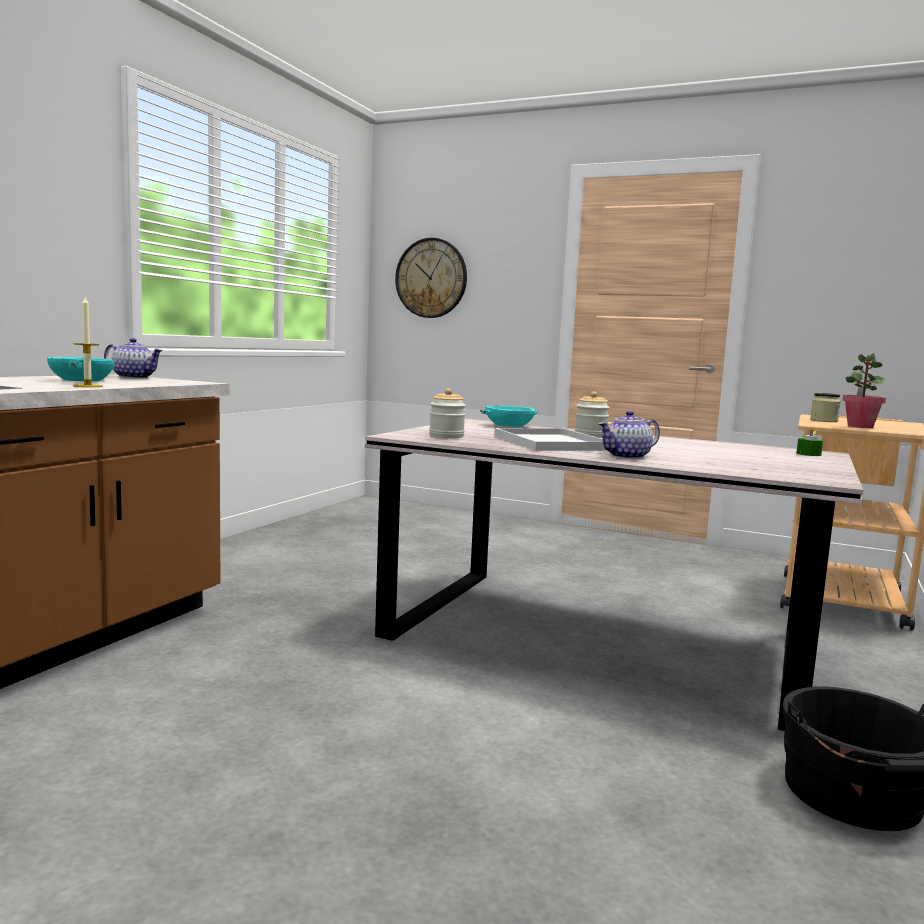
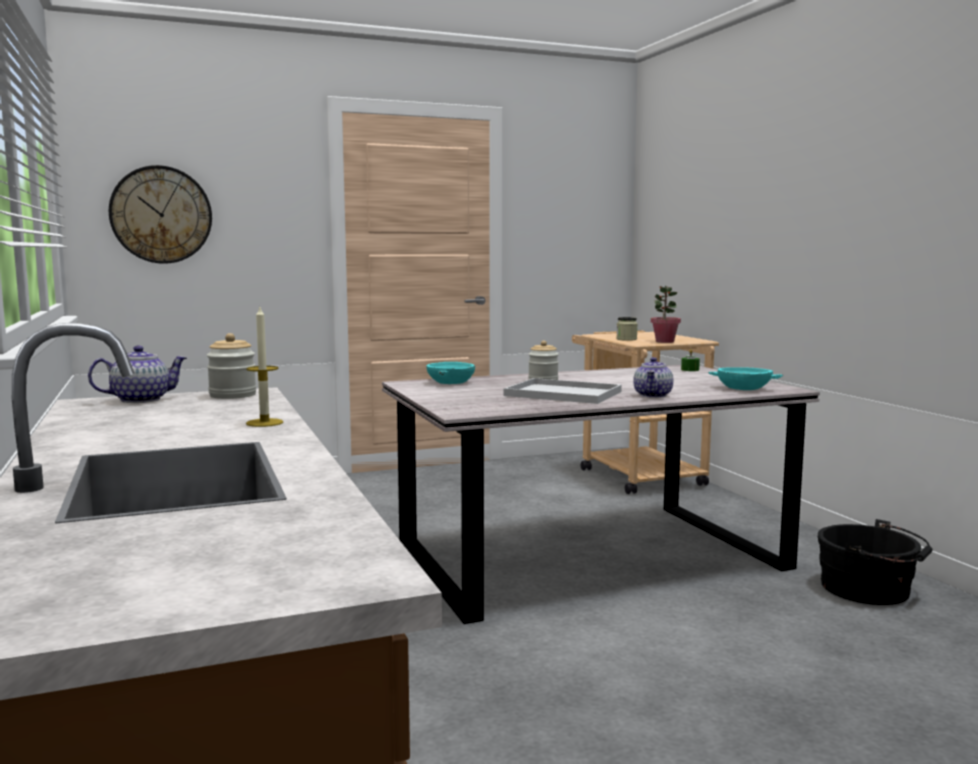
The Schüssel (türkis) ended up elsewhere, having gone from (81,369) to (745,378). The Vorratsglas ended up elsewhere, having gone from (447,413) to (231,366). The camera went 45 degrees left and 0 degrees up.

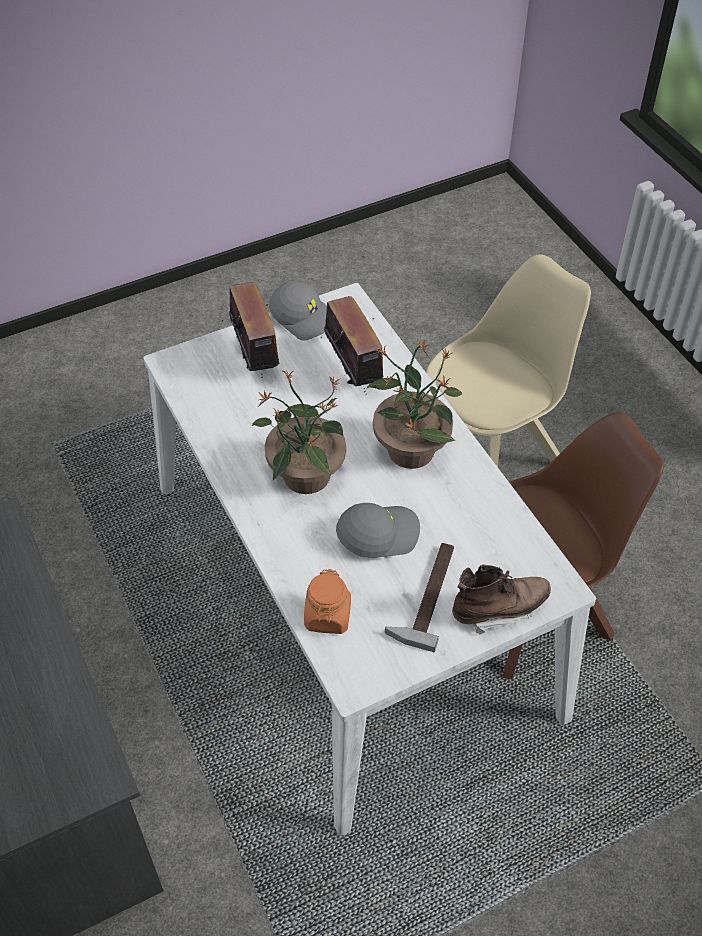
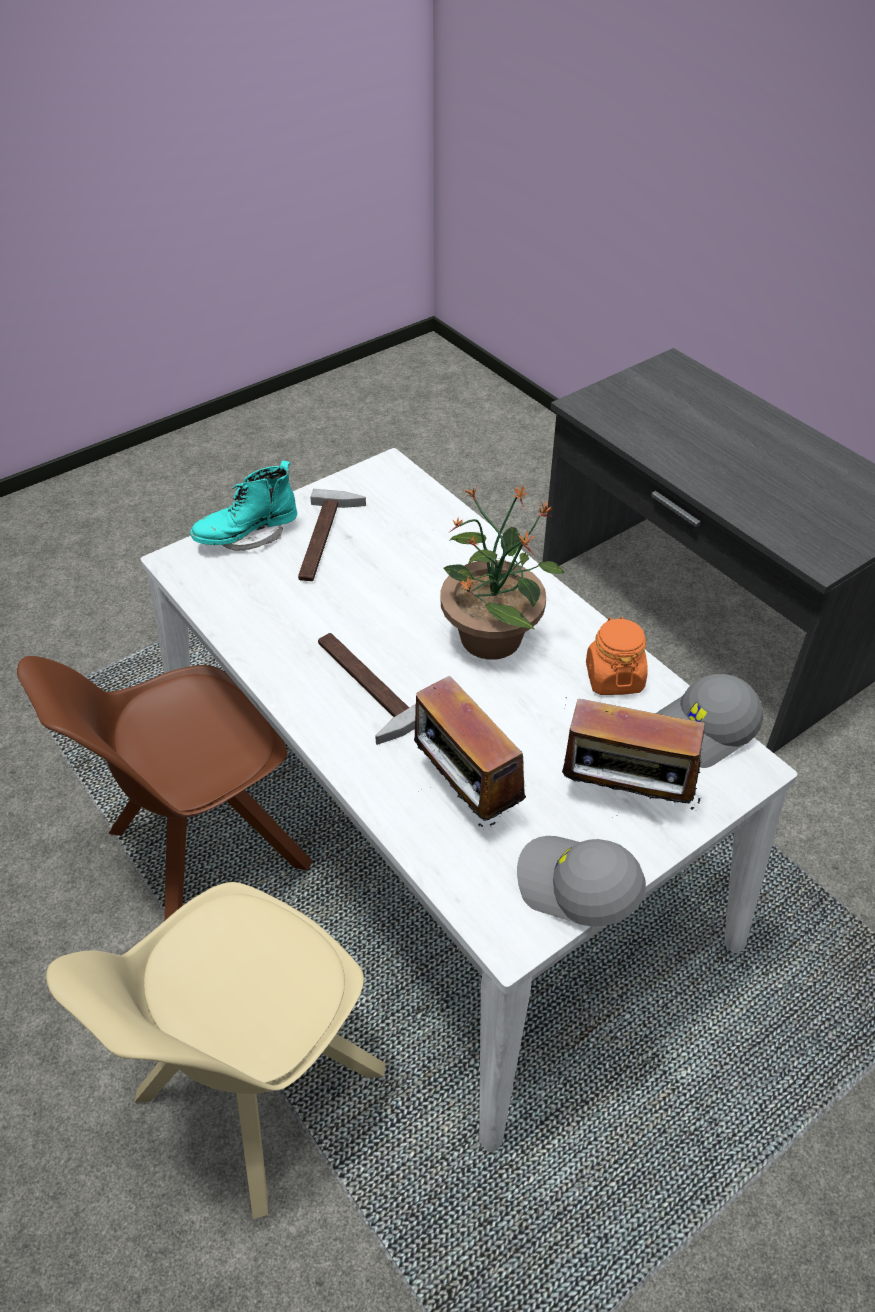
The Radio at (255,331) ended up facing another way, 45 degrees counterclockwise from before. Where the Topfpflanze stood at (414,404), the Hammer came to stand at (367,689). The Kappe (grau) ended up elsewhere, having gone from (378,530) to (709,721). What was the Stiefel (braun) at (501,599) turned into the Stiefel (türkis) at (243,506). The Vorratsglas (orange) ended up elsewhere, having gone from (327,601) to (617,656). The camera went 170 degrees right and 5 degrees down.

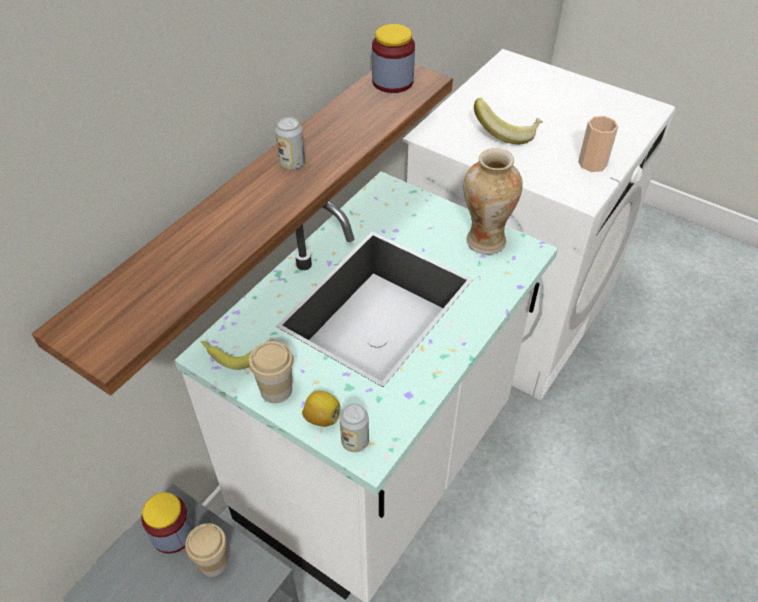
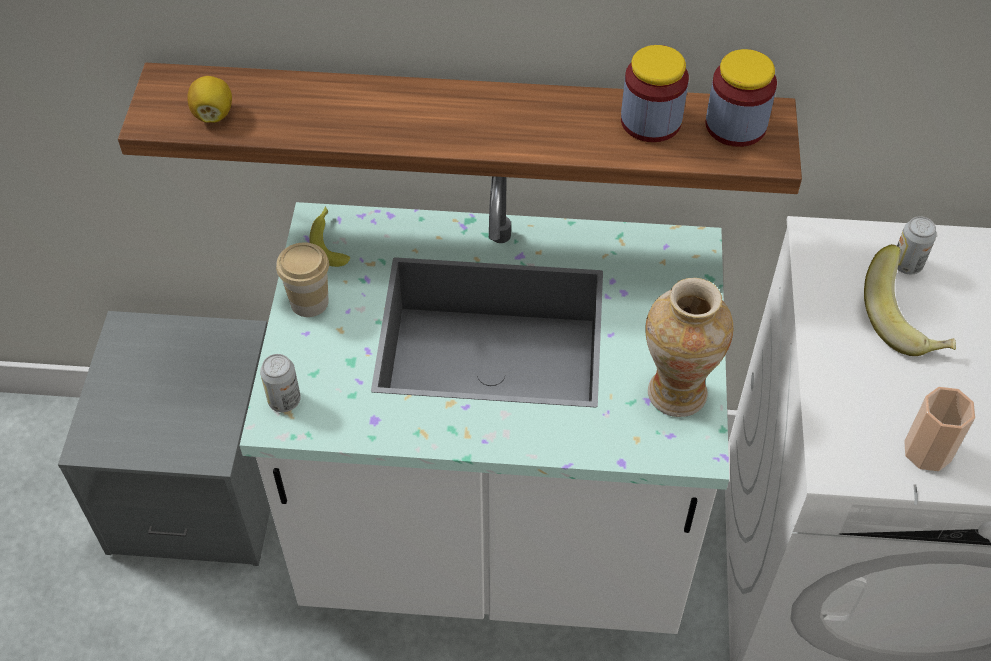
The Dose ended up elsewhere, having gone from (290,143) to (917,245). The Zitrone ended up elsewhere, having gone from (321,408) to (209,99). The Vorratsglas ended up elsewhere, having gone from (168,523) to (655,93). The second view lost the Tasse at (206,550). The camera went 60 degrees right and 5 degrees up.

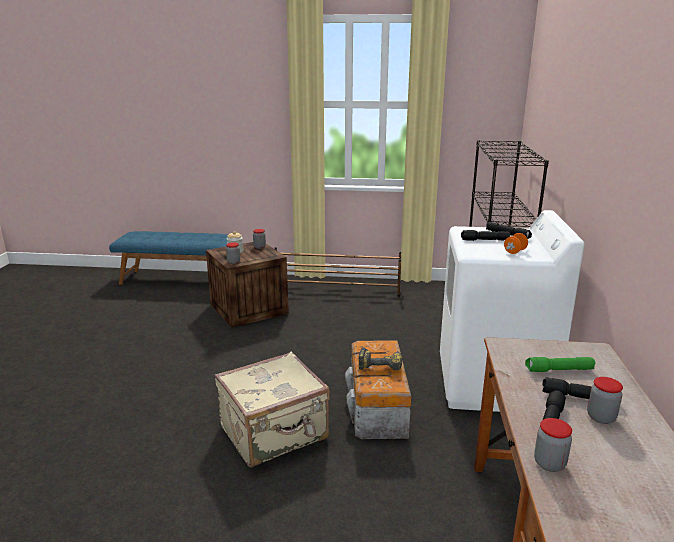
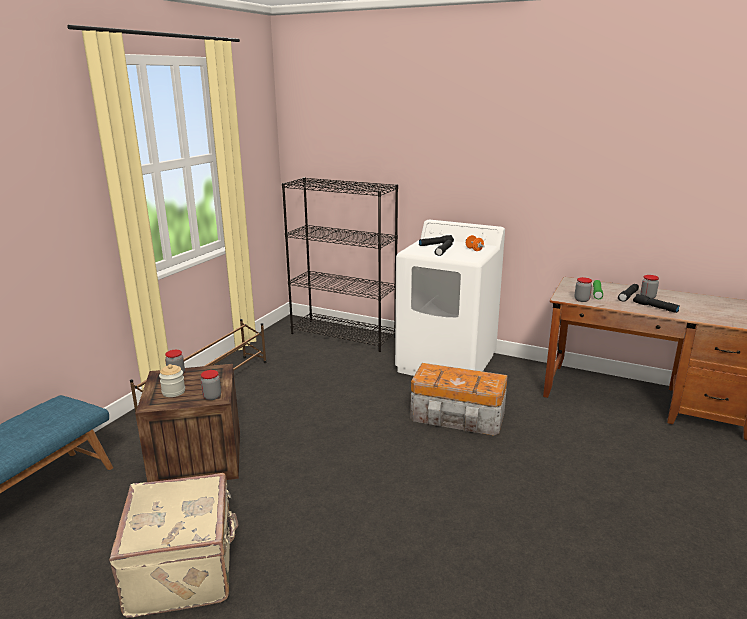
The second view lost the Bohrmaschine at (380,358). The Koffer (beige) ended up elsewhere, having gone from (272,409) to (173,545). The Vorratsglas ended up elsewhere, having gone from (553,445) to (583,289). The camera went 70 degrees left and 0 degrees up.

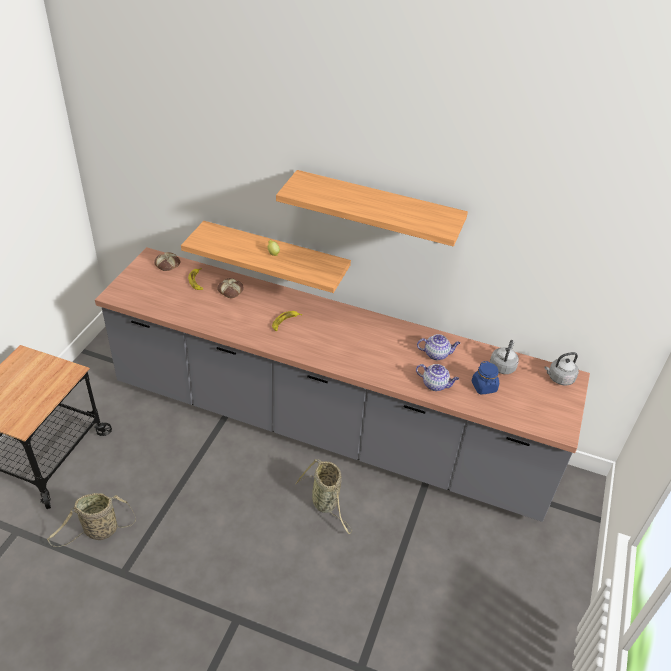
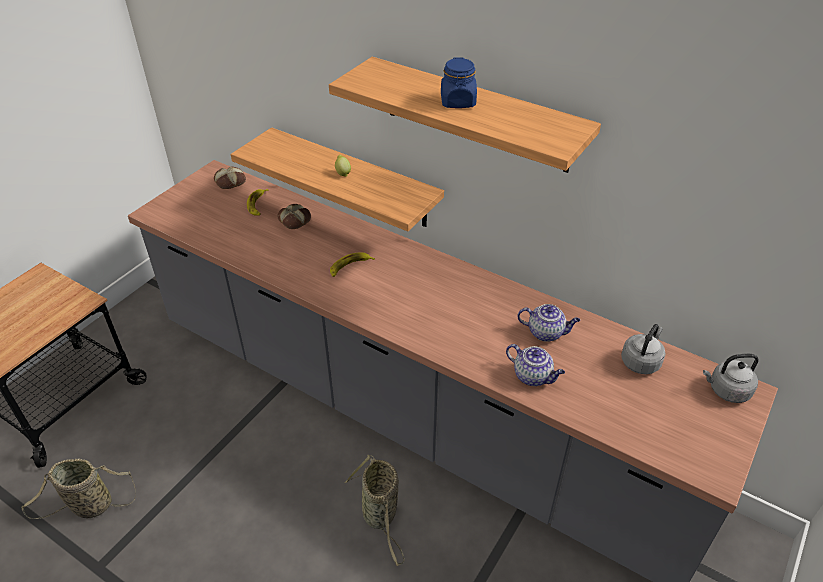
The Vorratsglas (blau) ended up elsewhere, having gone from (485,377) to (459,82). The camera went 15 degrees right and 0 degrees up.

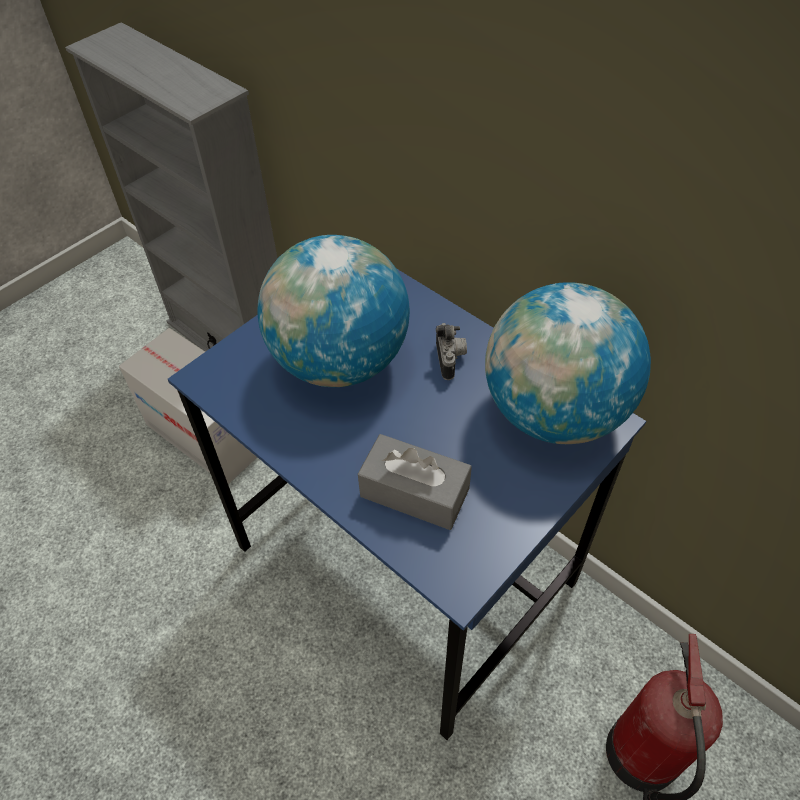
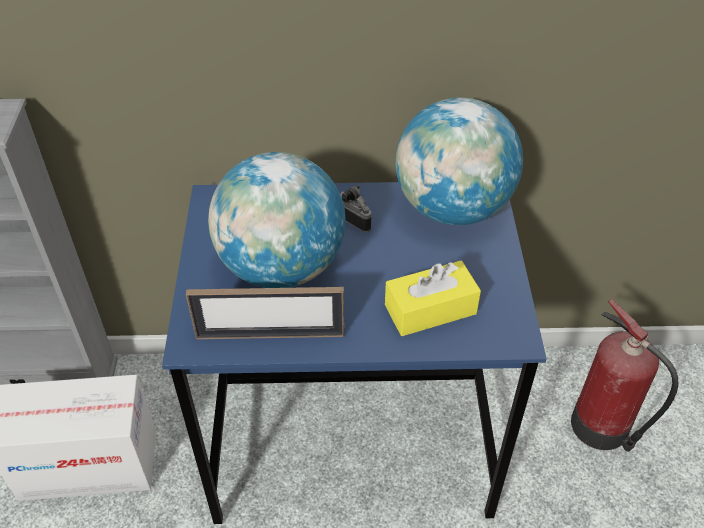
What was the Taschentuchbox (grau) at (415,482) turned into the Taschentuchbox (gelb) at (433,298). The second view gained the Bilderrahmen at (265,313). The camera went 45 degrees left and 5 degrees down.

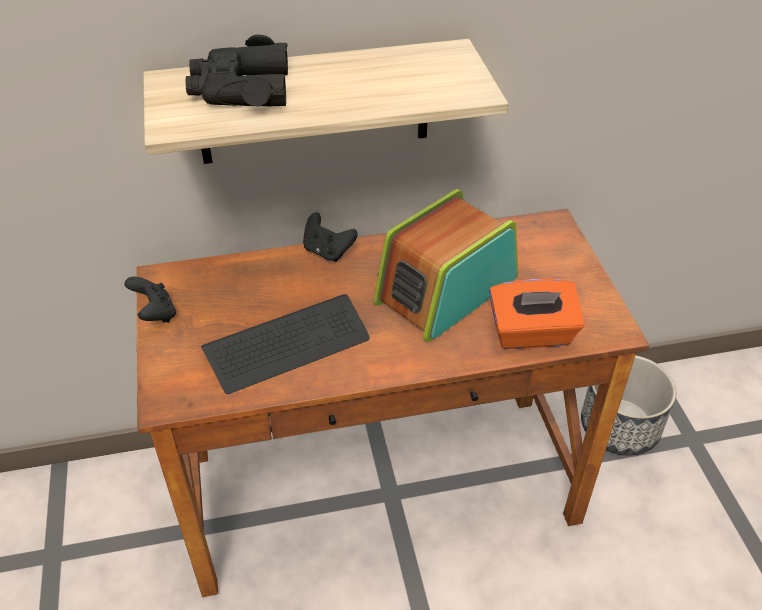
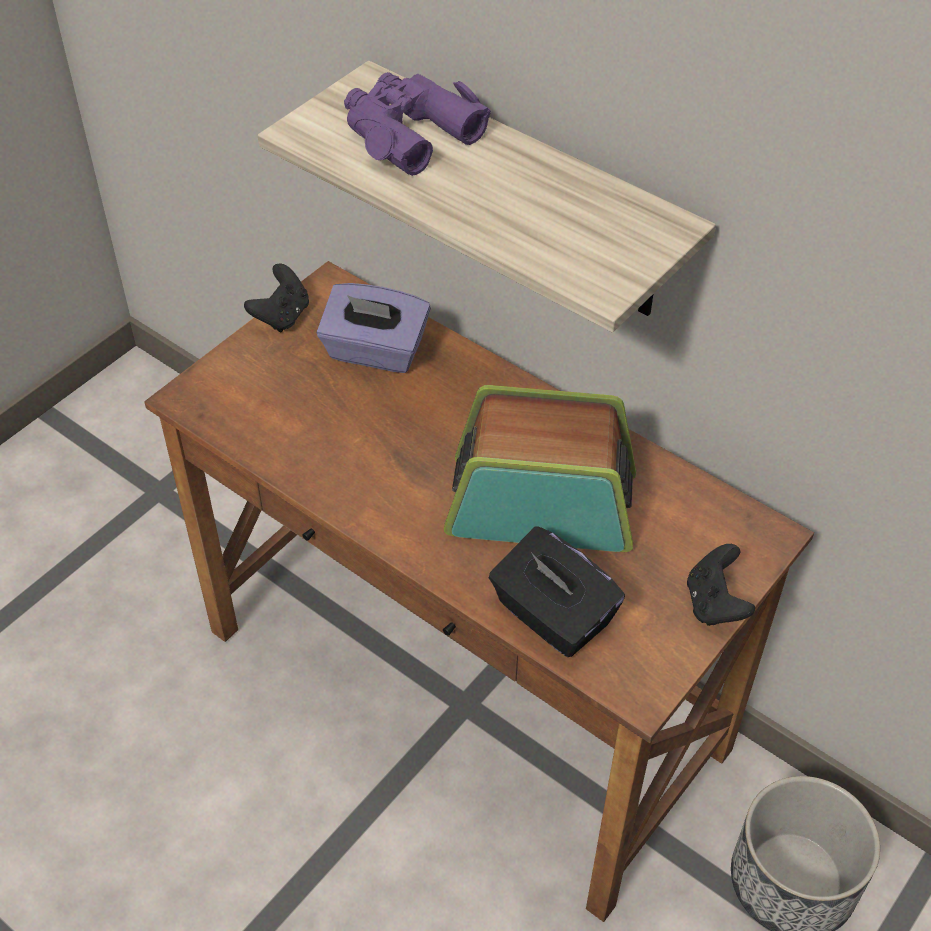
What was the Fernglas (schwarz) at (236,70) turned into the Fernglas (lila) at (417,124). The Gamepad (schwarz) ended up elsewhere, having gone from (330,237) to (721,585). What was the Taschentuchbox (orange) at (536,314) turned into the Taschentuchbox (schwarz) at (557,591). The second view lost the Tastatur at (285,344). The second view gained the Taschentuchbox (lila) at (374,328). The camera went 50 degrees right and 5 degrees up.

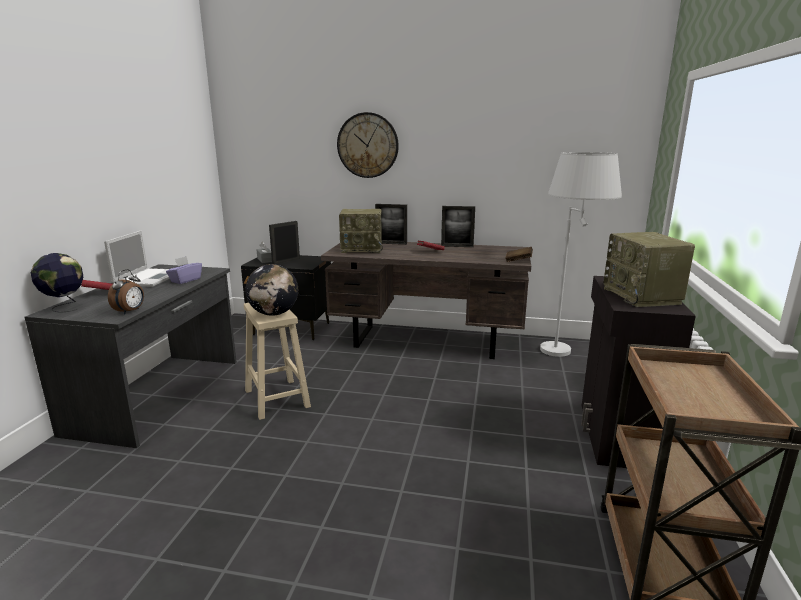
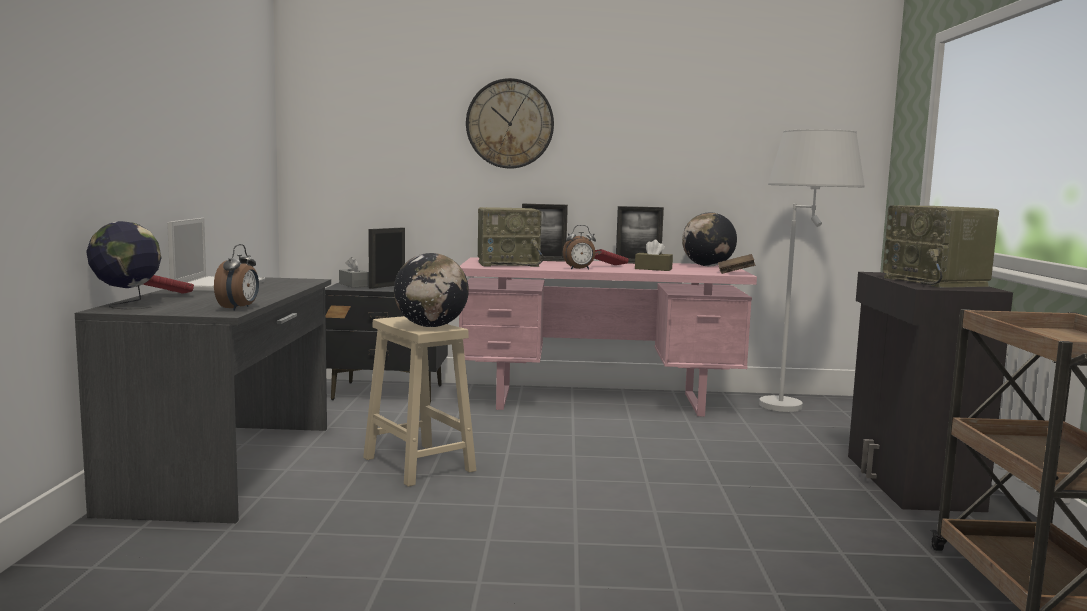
What was the Schreibtisch (braun) at (426,300) turned into the Schreibtisch (rosa) at (608,337). The second view lost the Taschentuchbox (lila) at (184,270). The second view gained the Globus at (709,239). The second view gained the Wecker at (579,247). The second view gained the Taschentuchbox (braun) at (654,255). The camera went 10 degrees left and 10 degrees down.

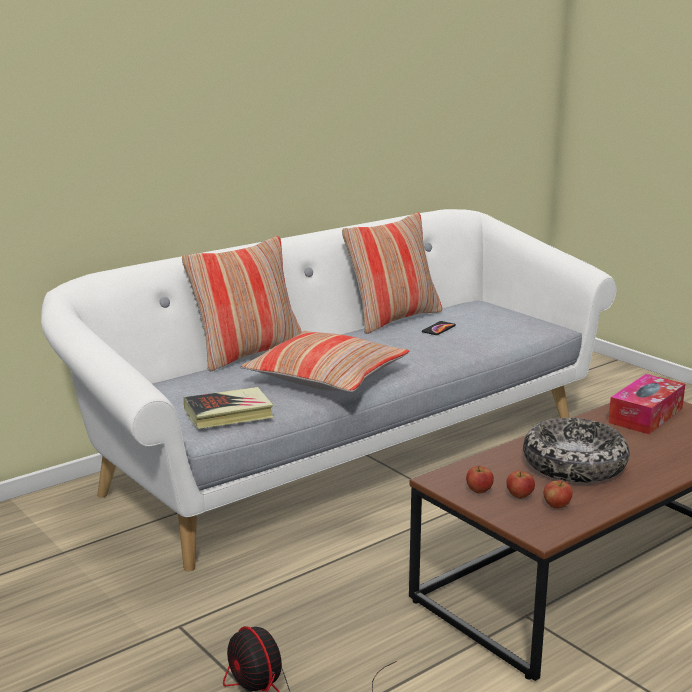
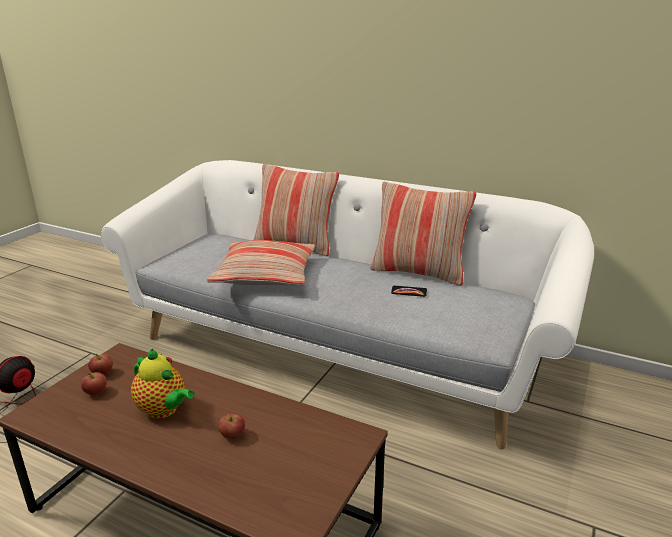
The second view lost the Taschentuchbox at (646,404). The second view lost the Buch at (229,408). Where the Schüssel stood at (576,450), the Teekanne came to stand at (162,384). The Apfel ended up elsewhere, having gone from (558,493) to (232,427). The camera went 65 degrees right and 5 degrees up.

